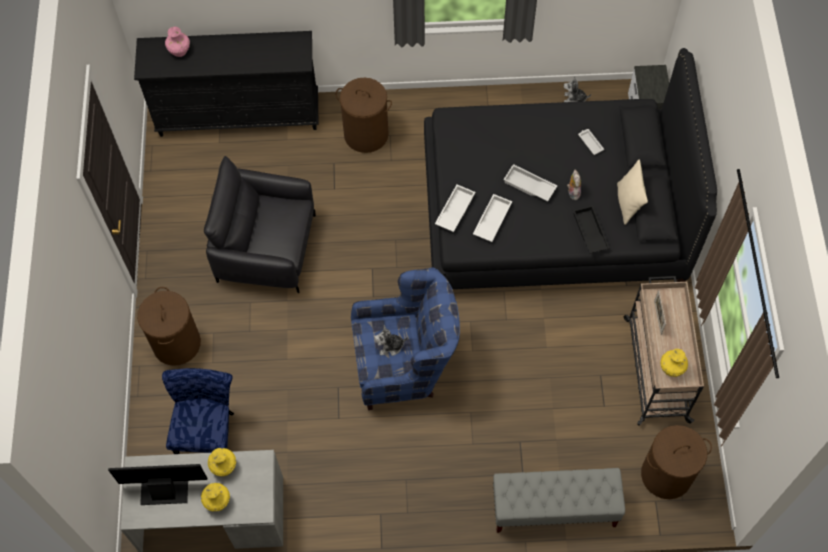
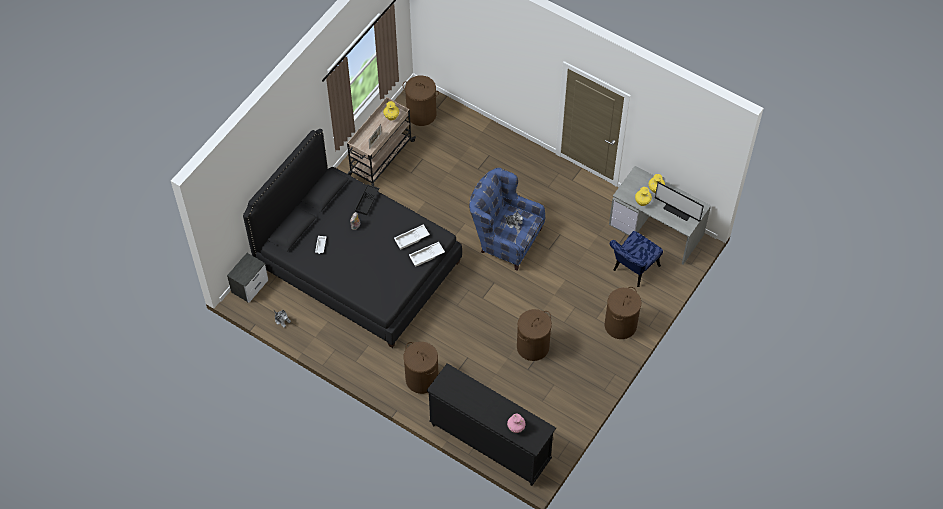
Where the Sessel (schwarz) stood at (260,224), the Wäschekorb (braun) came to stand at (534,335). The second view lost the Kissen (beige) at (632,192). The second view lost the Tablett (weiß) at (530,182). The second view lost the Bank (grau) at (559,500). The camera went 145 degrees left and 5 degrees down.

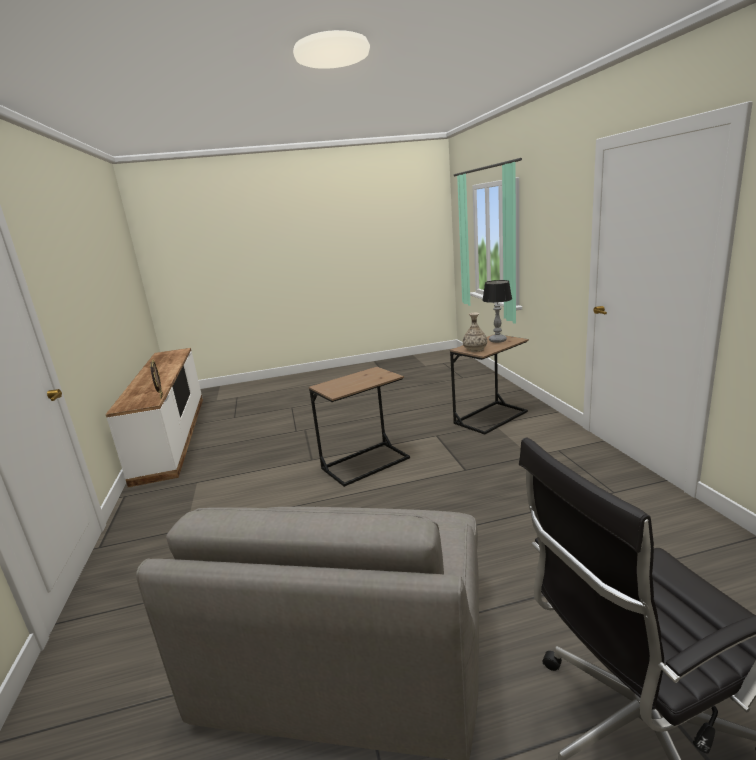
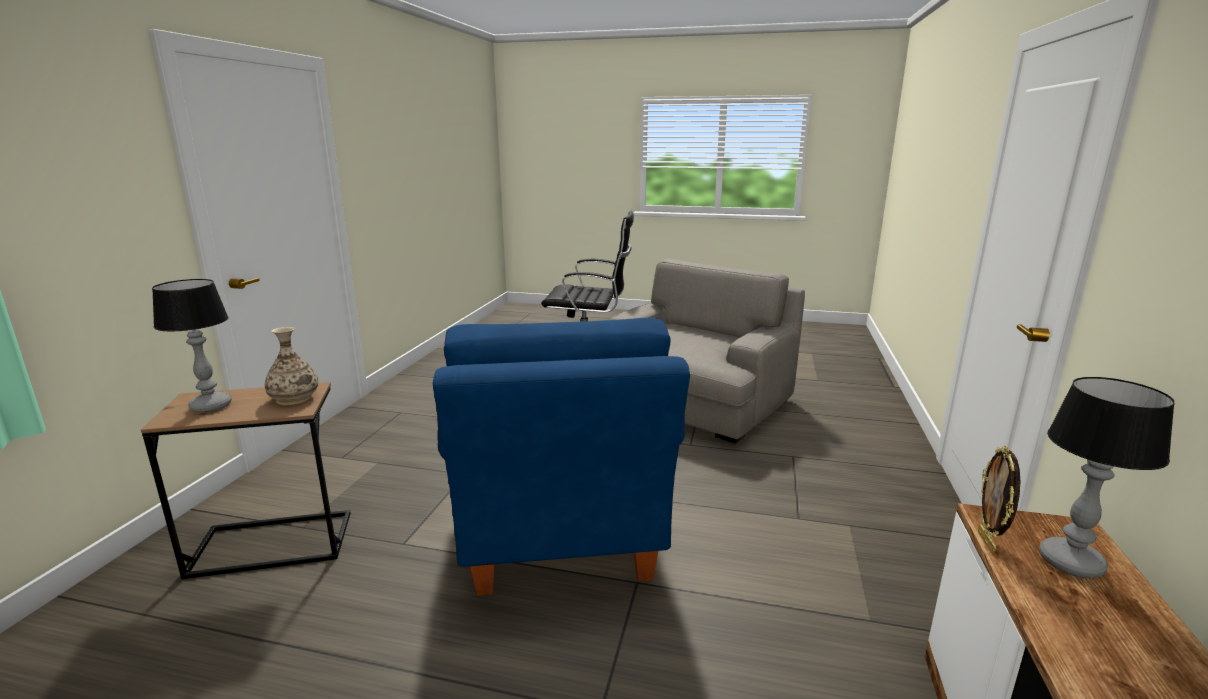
Where the Beistelltisch (braun) stood at (359,427), the Sessel (blau) came to stand at (561,457). The second view gained the Tischlampe at (1107,477). The camera went 155 degrees left and 0 degrees up.

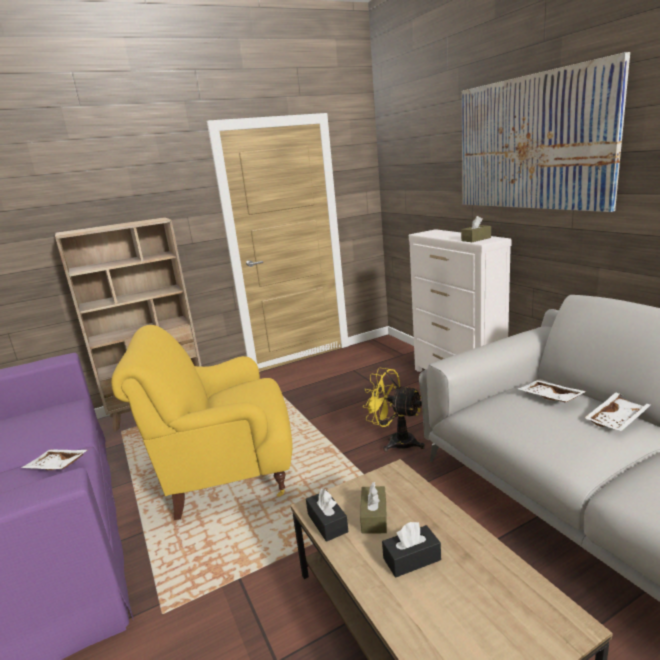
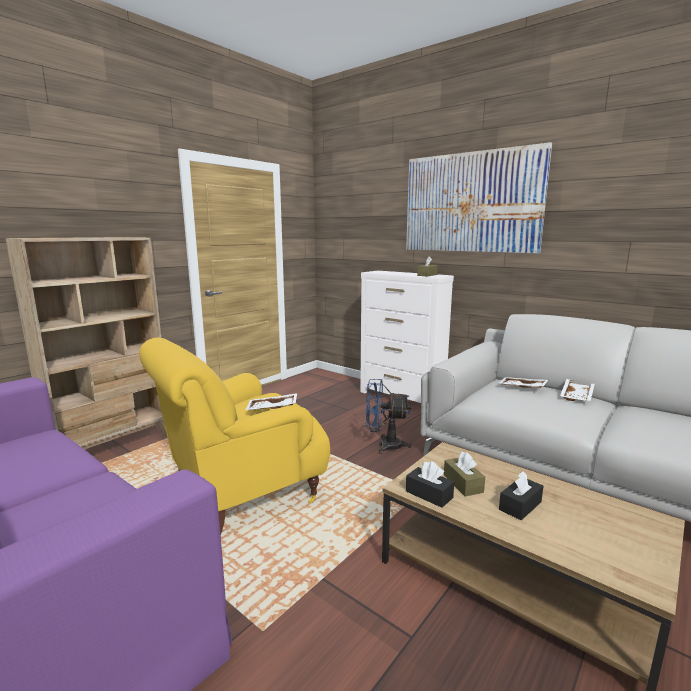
What was the Ventilator (gelb) at (393,409) turned into the Ventilator (blau) at (388,416). The Tablett (weiß) ended up elsewhere, having gone from (54,459) to (271,401). The camera went 25 degrees left and 5 degrees down.

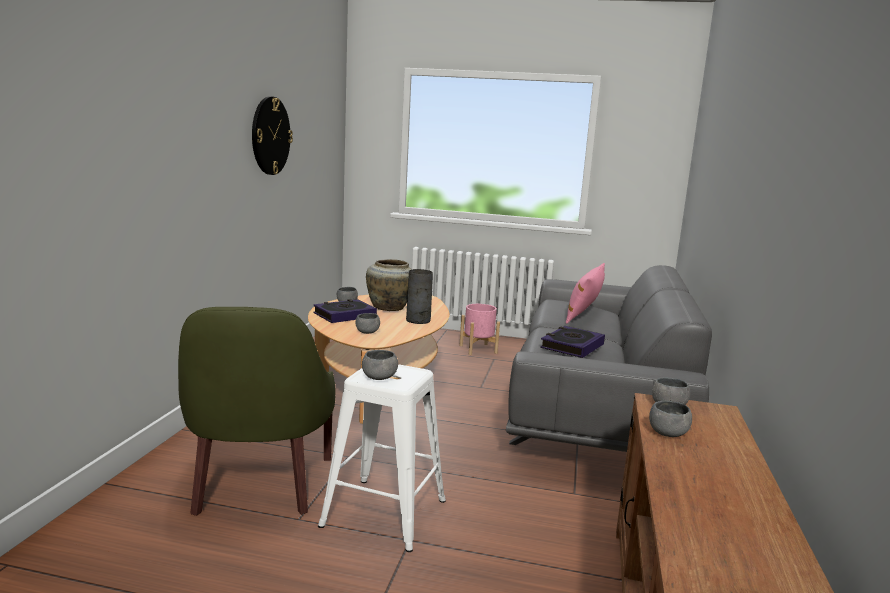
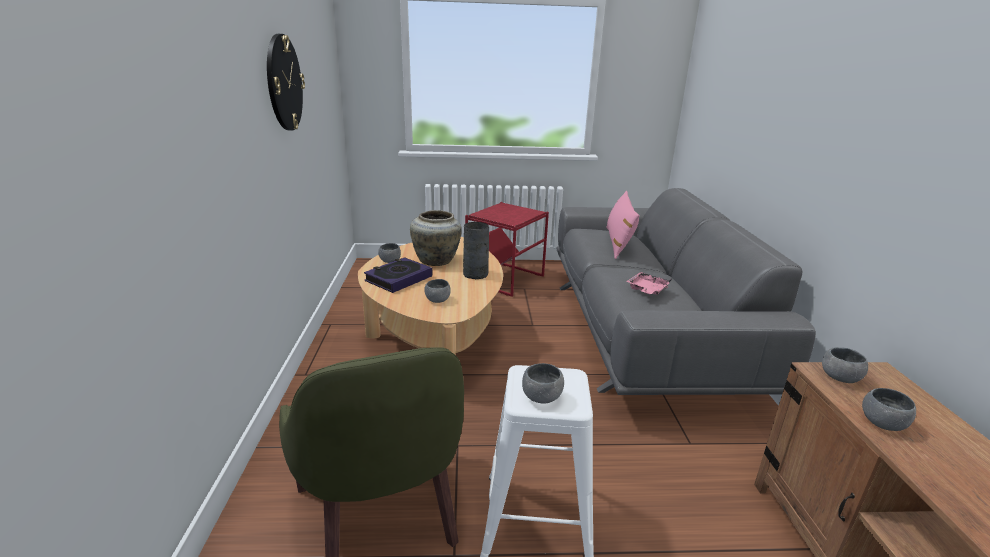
Where the Pflanzkübel (rosa) stood at (479,329), the Beistelltisch (rot) came to stand at (507,249). Where the Buch stood at (572,342), the Tablett (rosa) came to stand at (649,283). The camera went 15 degrees left and 10 degrees up.

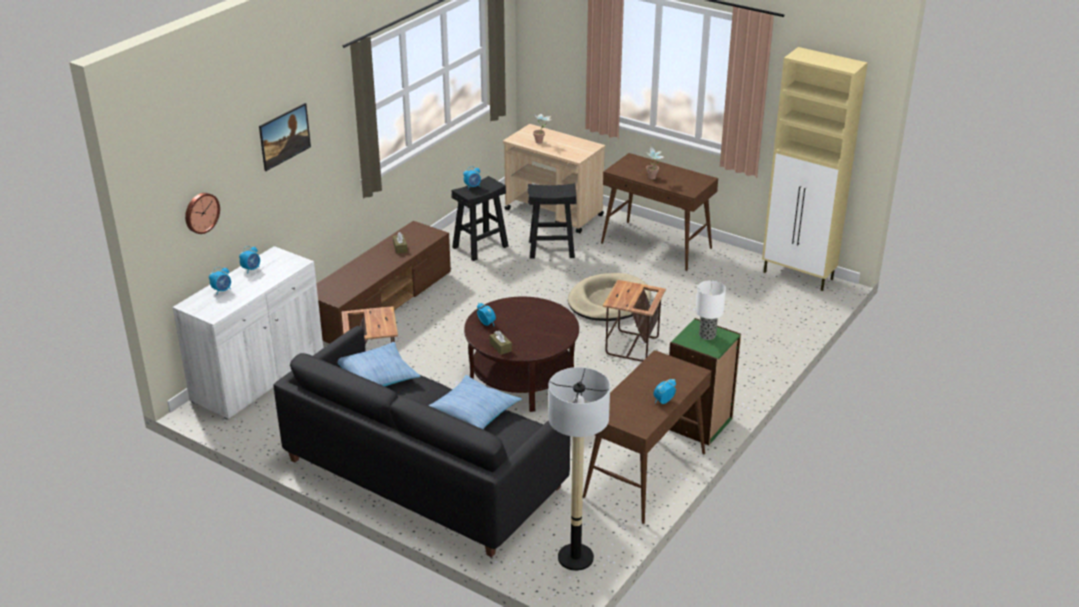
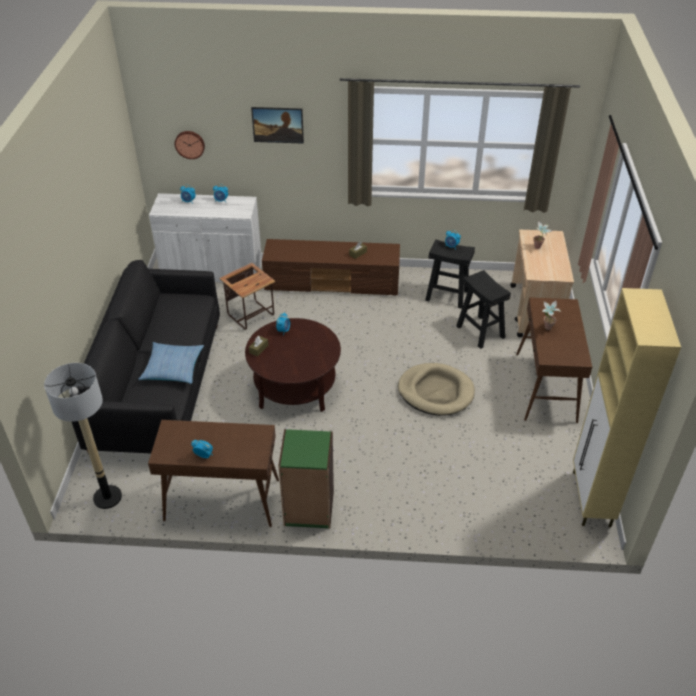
The second view lost the Beistelltisch at (634,321). The second view lost the Tischlampe at (711,310). The second view lost the Kissen at (379,364). The camera went 60 degrees right and 10 degrees up.

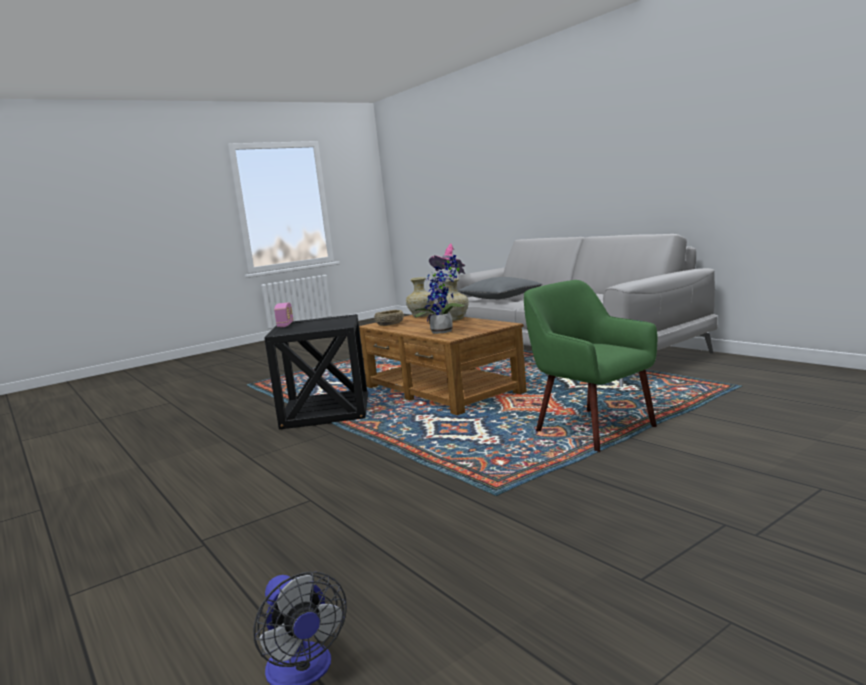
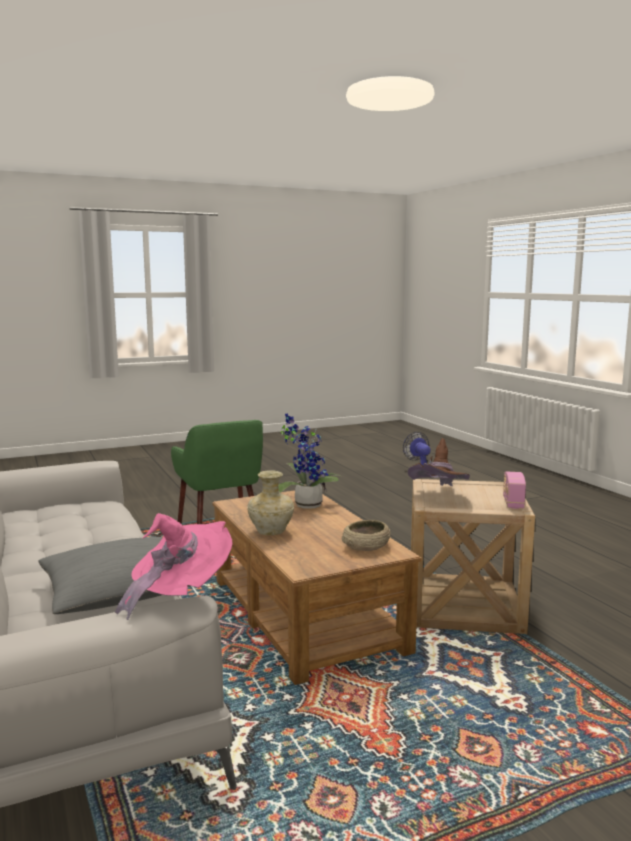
The second view lost the Vase (beige) at (420,297). What was the Beistelltisch (schwarz) at (316,371) turned into the Beistelltisch (beige) at (473,556). The second view gained the Hut (braun) at (438,462). The camera went 170 degrees left and 0 degrees up.

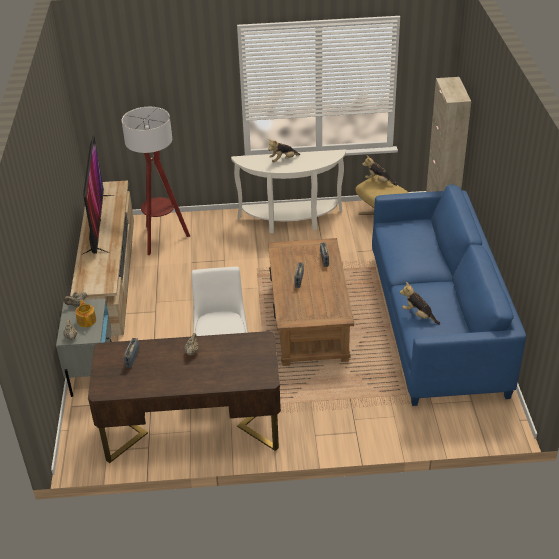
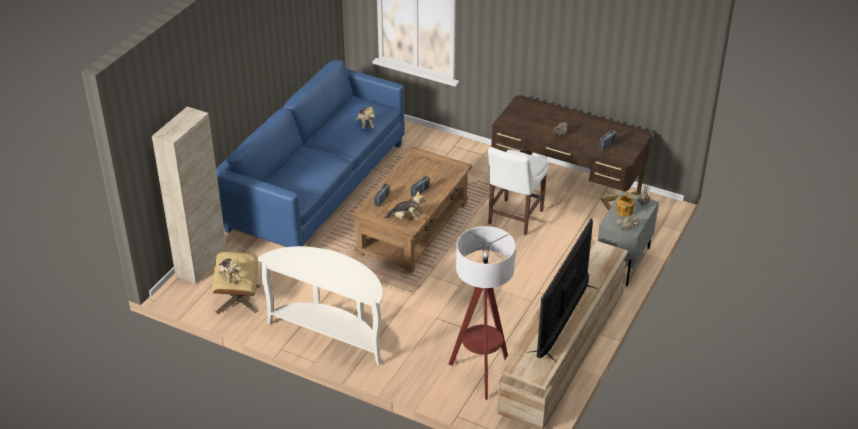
The Plüschtier ended up elsewhere, having gone from (284,150) to (405,205). The camera went 150 degrees left and 0 degrees up.

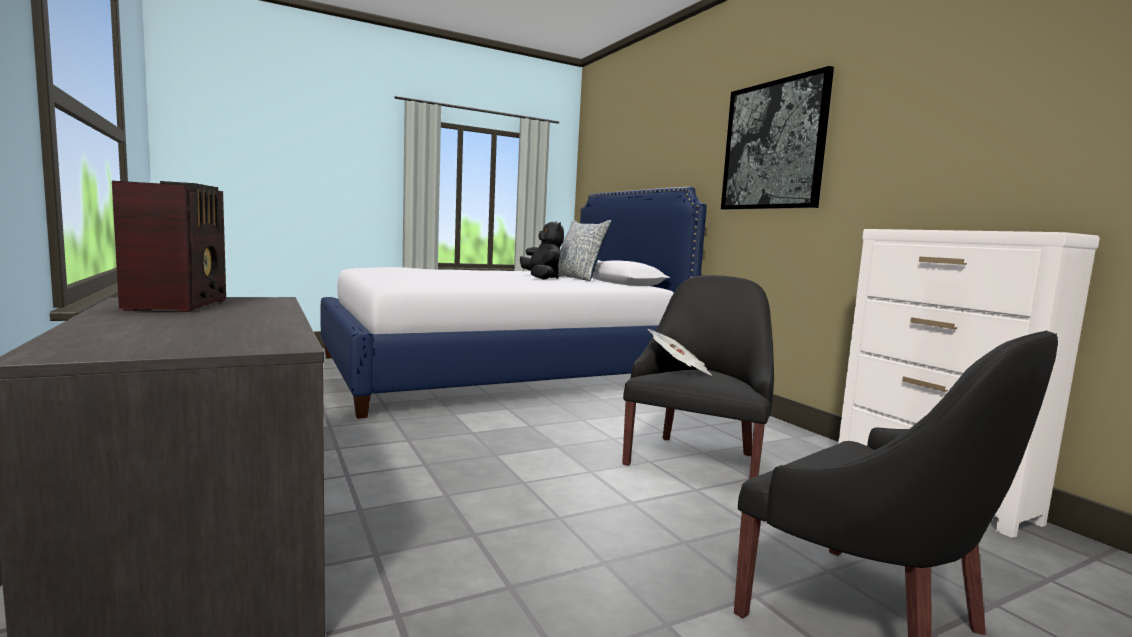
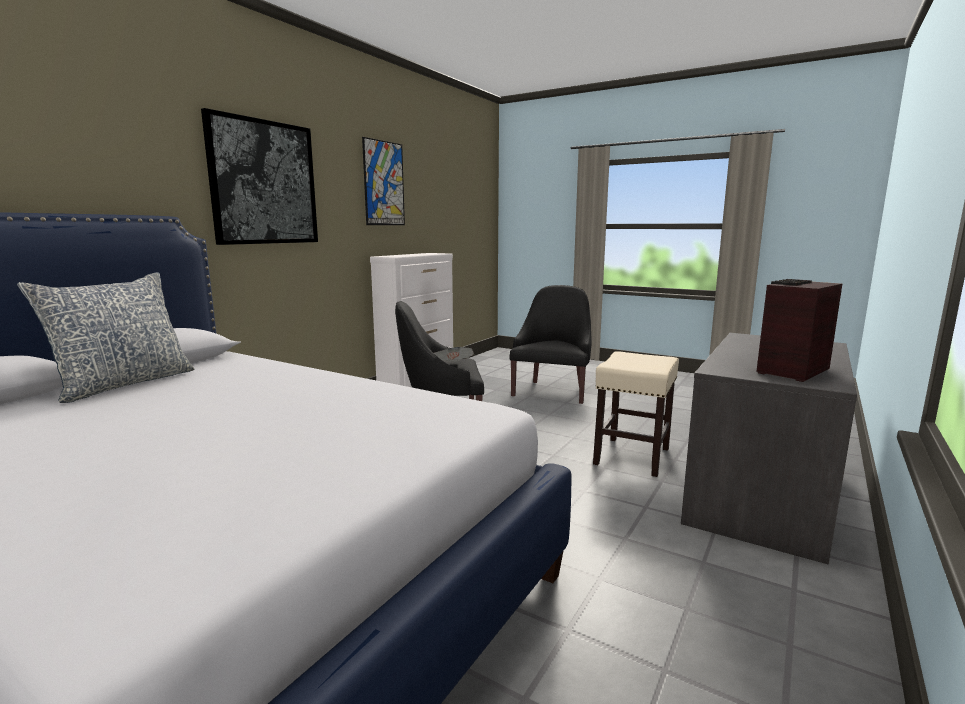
The second view lost the Plüschtier (schwarz) at (542,250). The second view gained the Bild at (383,181). The second view gained the Hocker (beige) at (636,414). The camera went 120 degrees left and 5 degrees up.

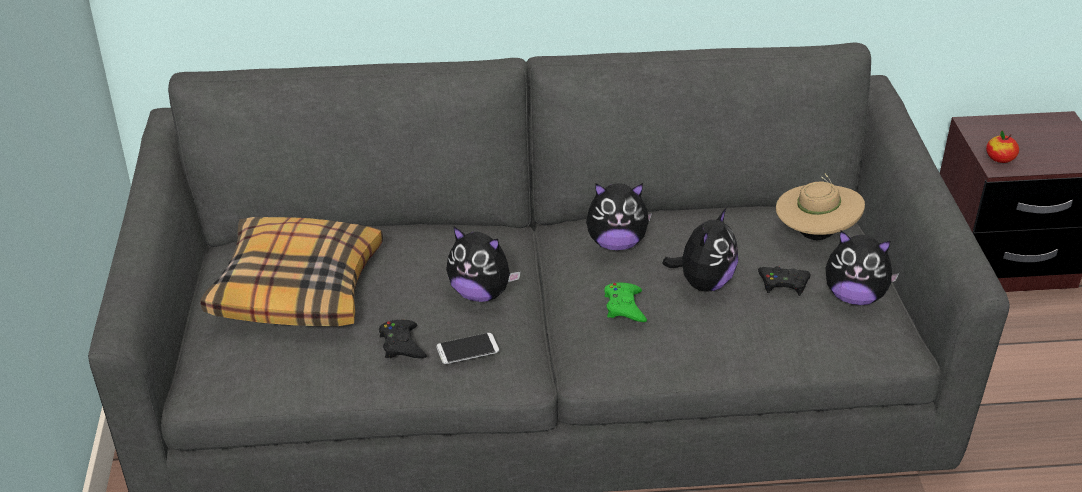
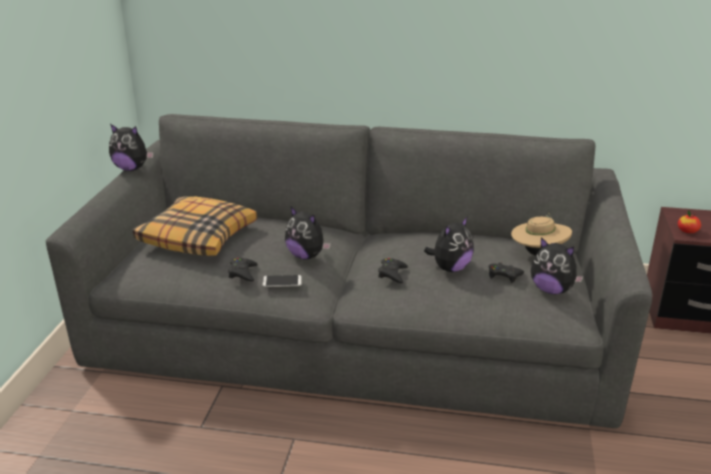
The Plüschtier ended up elsewhere, having gone from (619,216) to (131,147). What was the Gamepad (grün) at (625,302) turned into the Gamepad (schwarz) at (393,270). The camera went 15 degrees right and 10 degrees down.

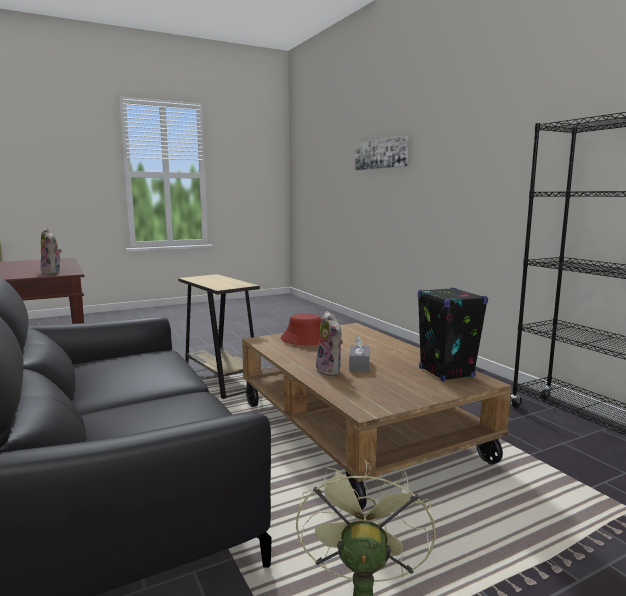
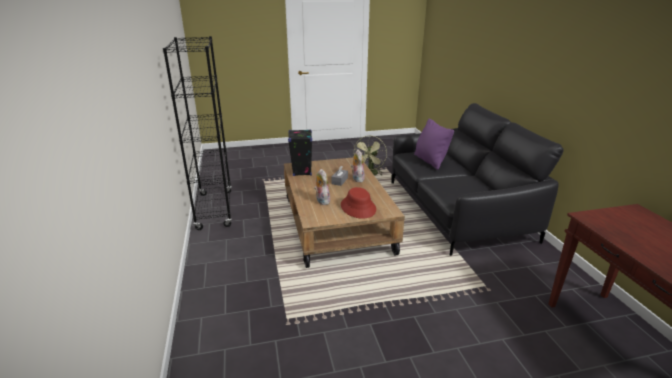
The second view lost the Bild at (381,152). The Plüschtier ended up elsewhere, having gone from (51,251) to (322,187). The second view lost the Beistelltisch (beige) at (219,336). The second view gained the Kissen (lila) at (434,144). The camera went 165 degrees left and 15 degrees up.

